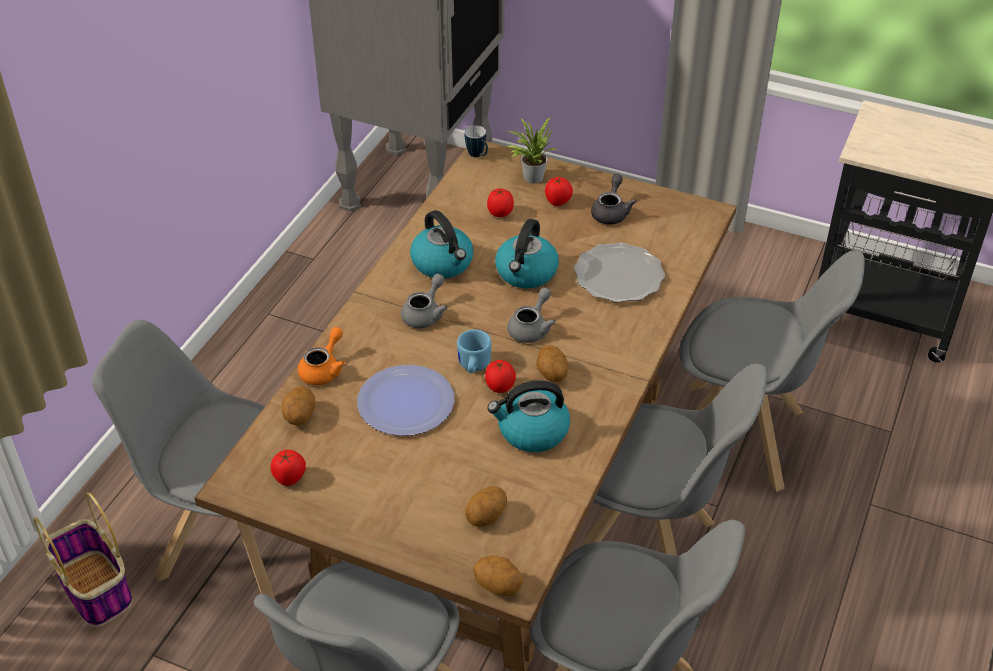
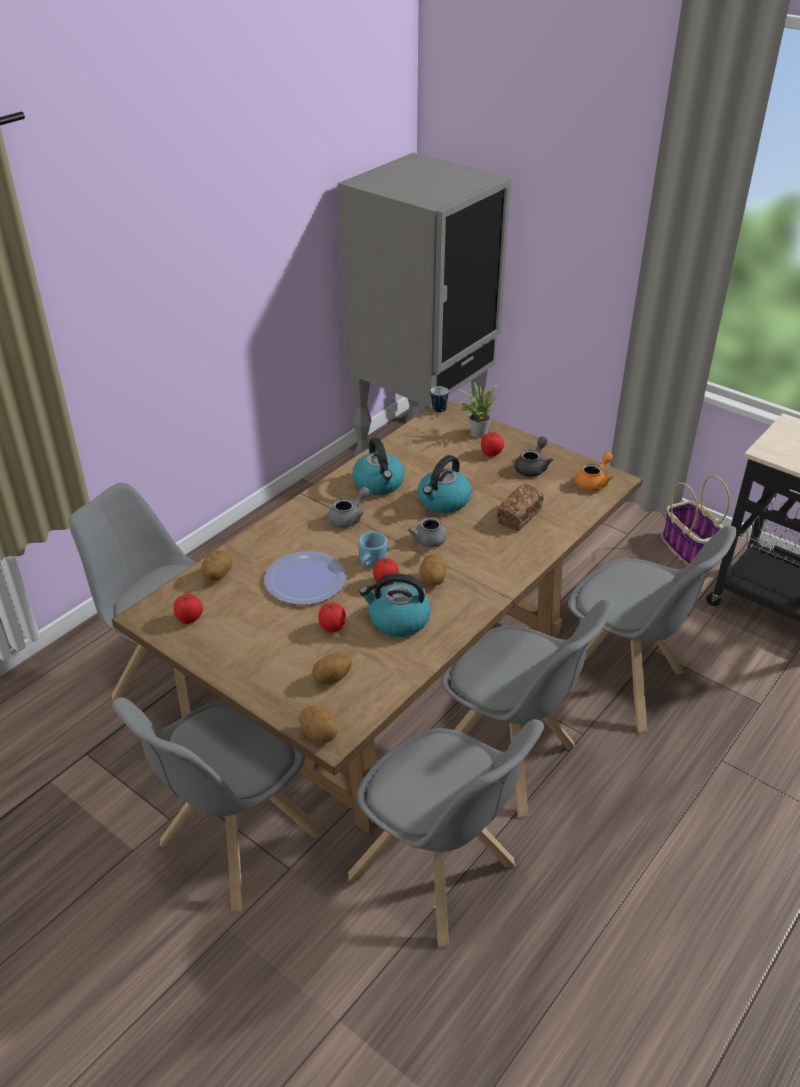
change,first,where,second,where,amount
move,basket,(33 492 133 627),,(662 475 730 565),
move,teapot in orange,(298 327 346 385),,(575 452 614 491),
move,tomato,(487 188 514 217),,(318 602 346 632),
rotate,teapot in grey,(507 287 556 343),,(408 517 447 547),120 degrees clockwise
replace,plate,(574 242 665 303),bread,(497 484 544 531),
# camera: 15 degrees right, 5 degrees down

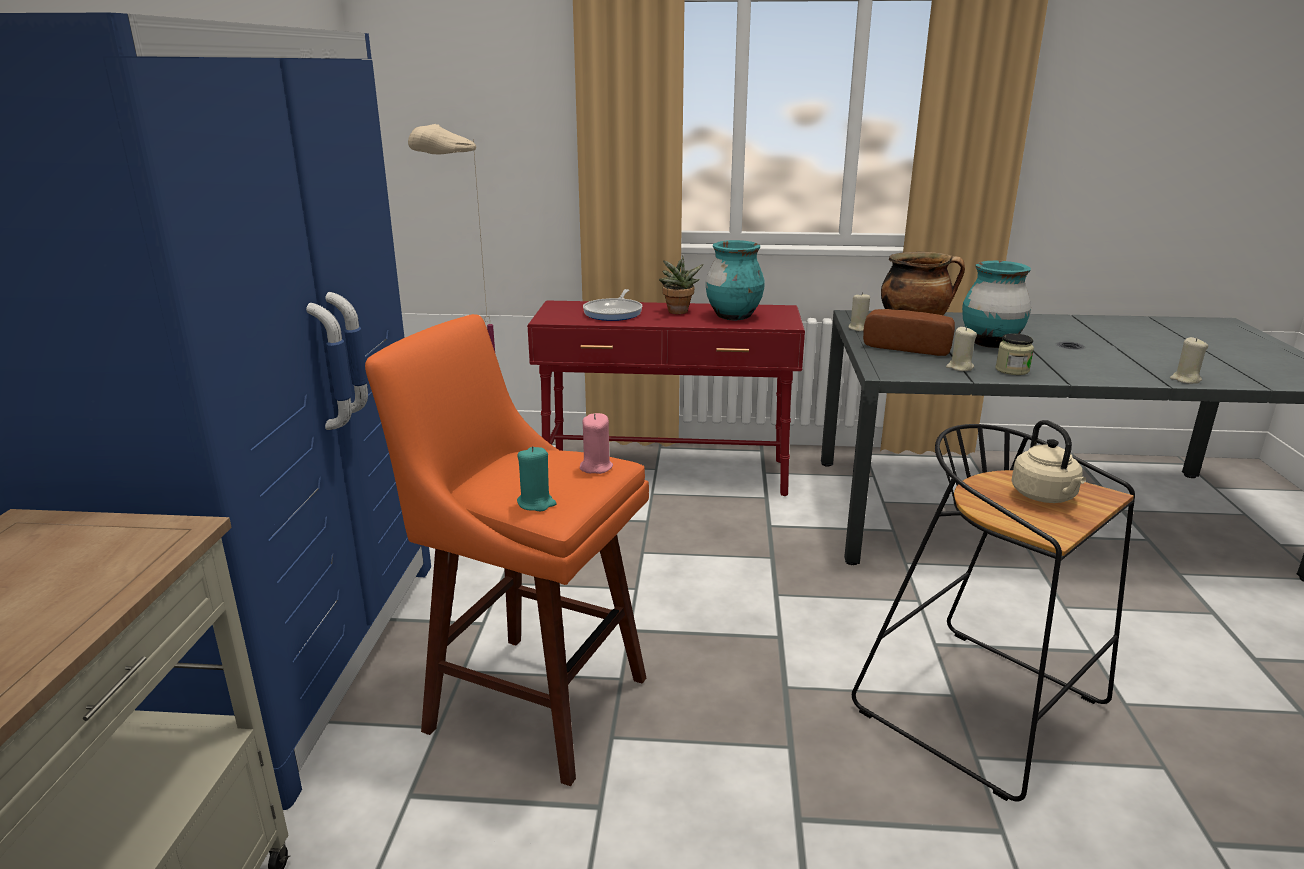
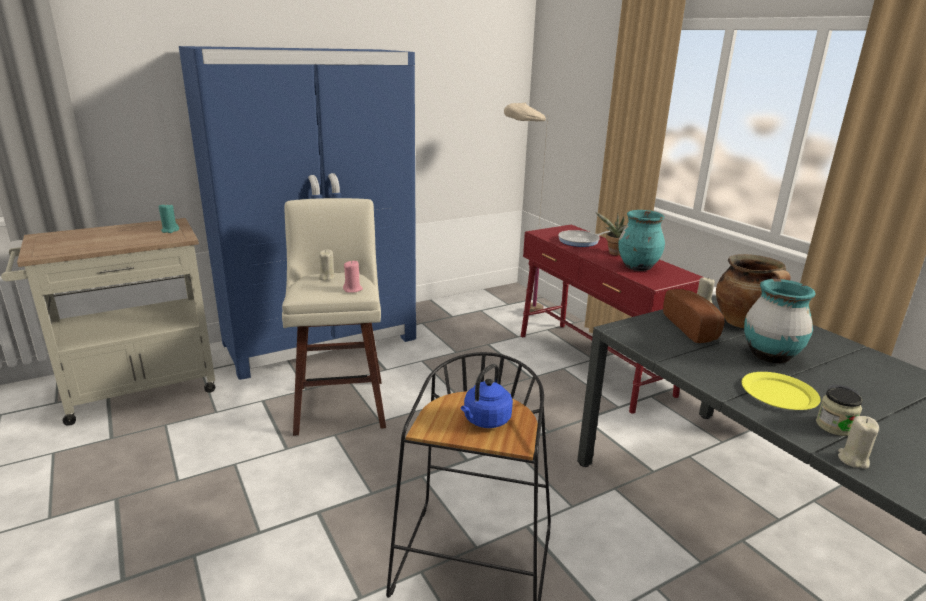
change,first,where,second,where,amount
recolor,stool in orange,(365 314 649 786),stool in beige,(282 198 386 436),
move,candle in turquoise,(517 446 556 511),,(159 203 179 233),
move,candle in beige,(946 327 977 371),,(319 250 336 281),
move,jar,(995 333 1034 375),,(816 388 863 436),
recolor,kettle in beige,(1011 420 1086 503),kettle in blue,(461 364 513 428),
insert,,,plate in yellow,(741 372 821 410),
# camera: 55 degrees right, 0 degrees up

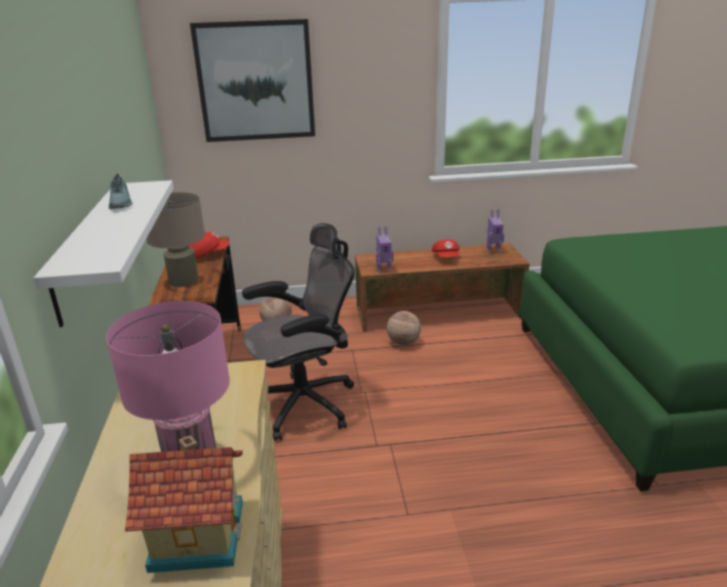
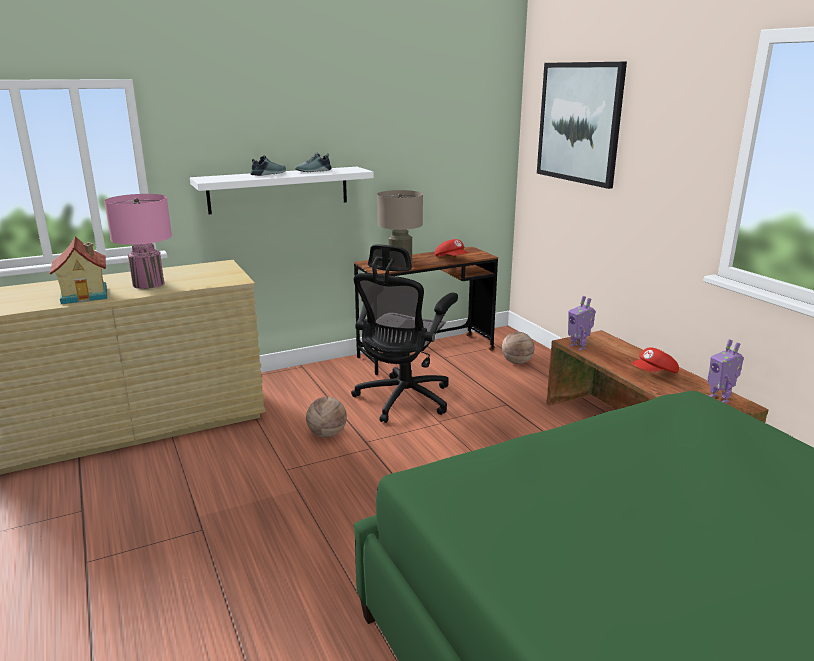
change,first,where,second,where,amount
rotate,office chair,(242 223 355 441),,(351 244 458 423),75 degrees clockwise
move,basketball,(387 311 421 345),,(306 397 347 437),
insert,,,shoe,(251 155 286 176),
# camera: 70 degrees right, 5 degrees down

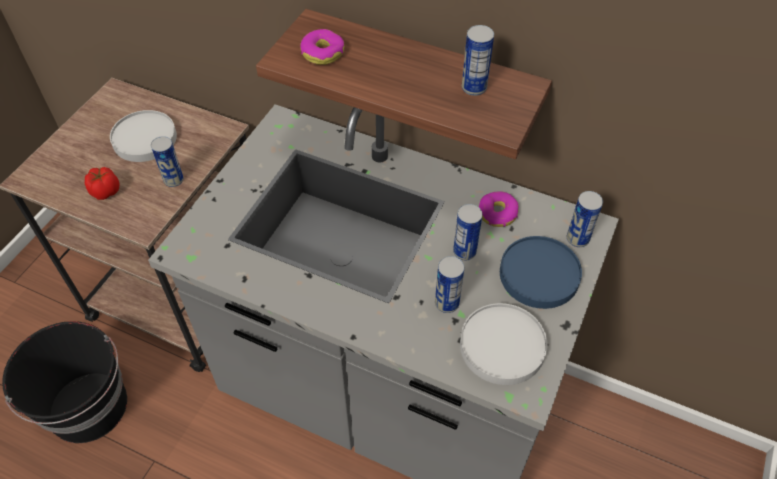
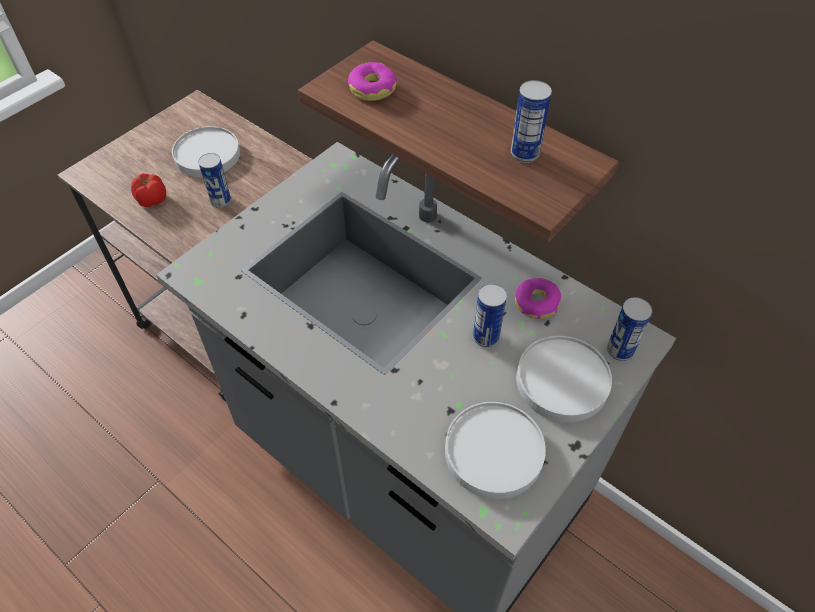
change,first,where,second,where,amount
delete,bucket in black,(2 321 127 443),,,
delete,can,(435 256 464 313),,,
recolor,plate in blue,(500 236 582 309),plate in white,(516 336 612 422),
# camera: 15 degrees right, 0 degrees up

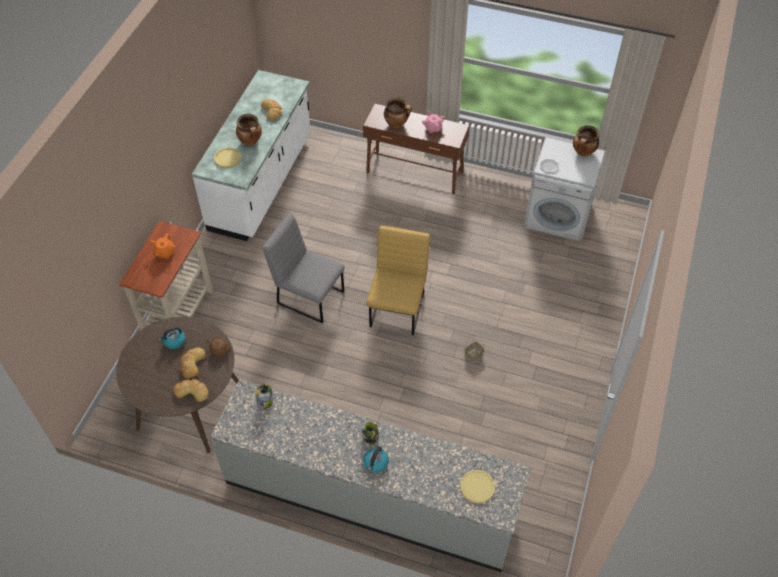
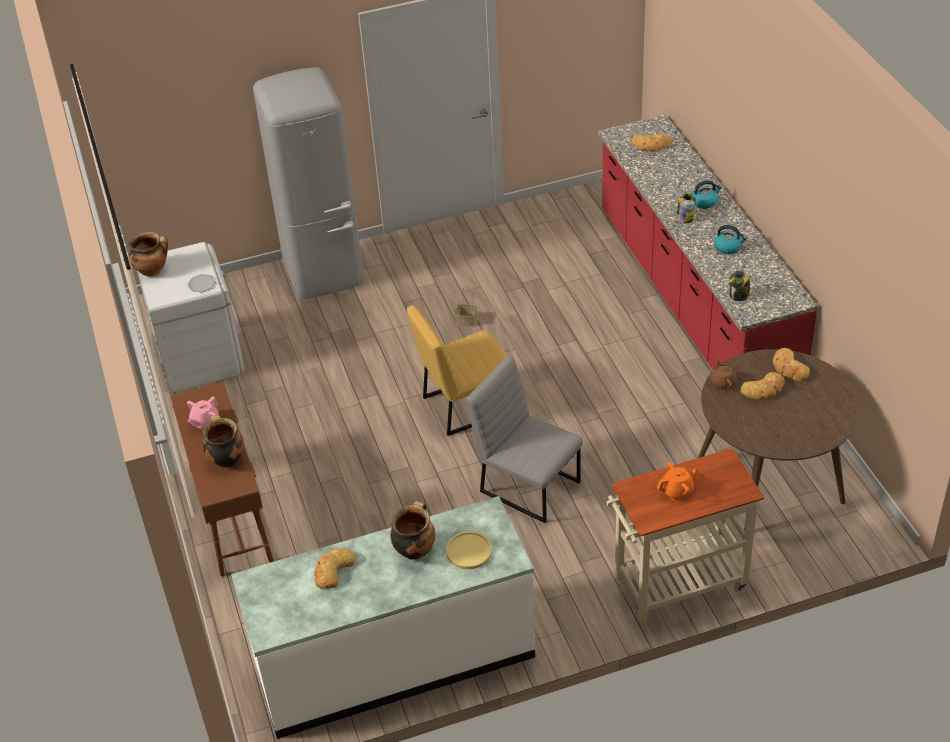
change,first,where,second,where,amount
move,kettle,(158 327 186 349),,(714 225 747 254),
recolor,counter in grey,(210 379 531 572),counter in red,(598 115 818 370),
rotate,chair in grey,(263 213 345 323),,(467 357 583 523),135 degrees clockwise
replace,plate in yellow,(460 470 495 503),bread,(632 133 672 152),
insert,,,fridge in grey,(253 67 364 299),
# camera: 125 degrees left, 10 degrees down

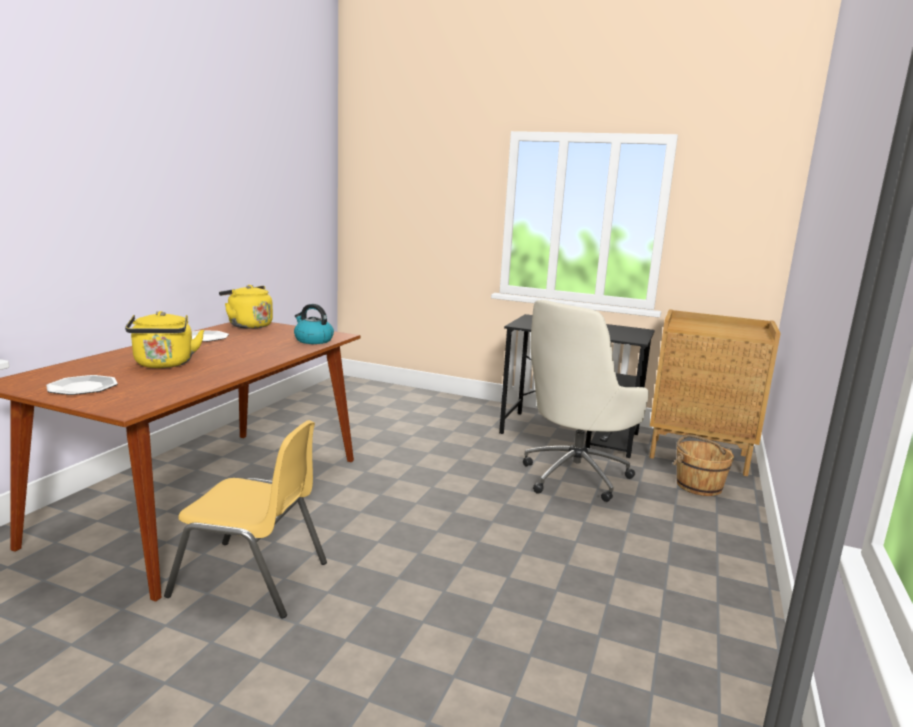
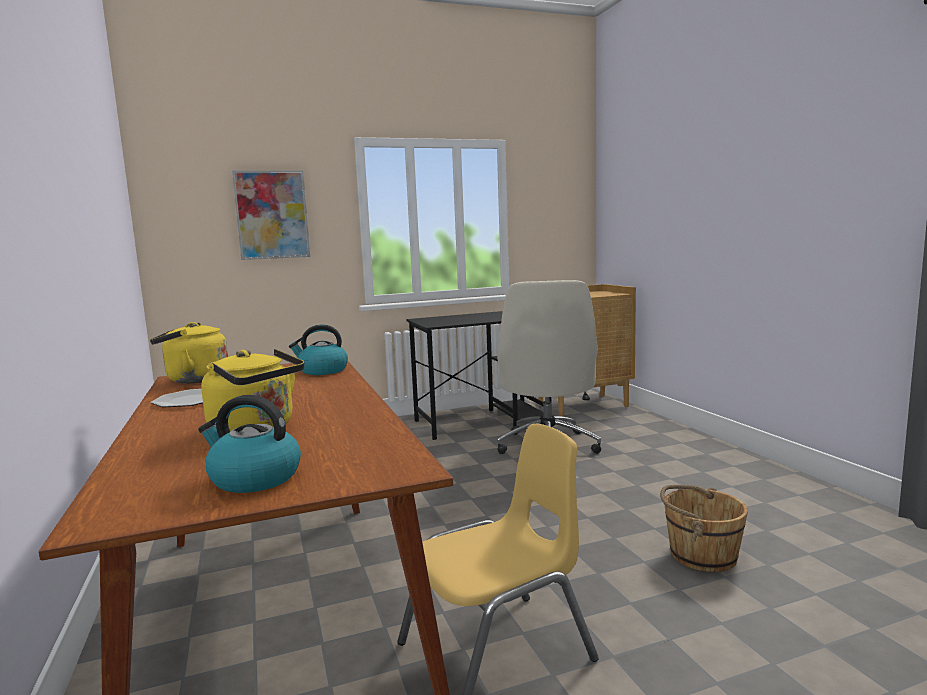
change,first,where,second,where,amount
replace,plate,(46 375 118 395),kettle,(198 395 301 493),
move,bucket in brown,(673 434 734 496),,(660 485 748 572),
insert,,,picture,(232 170 310 260),
# camera: 40 degrees left, 5 degrees down

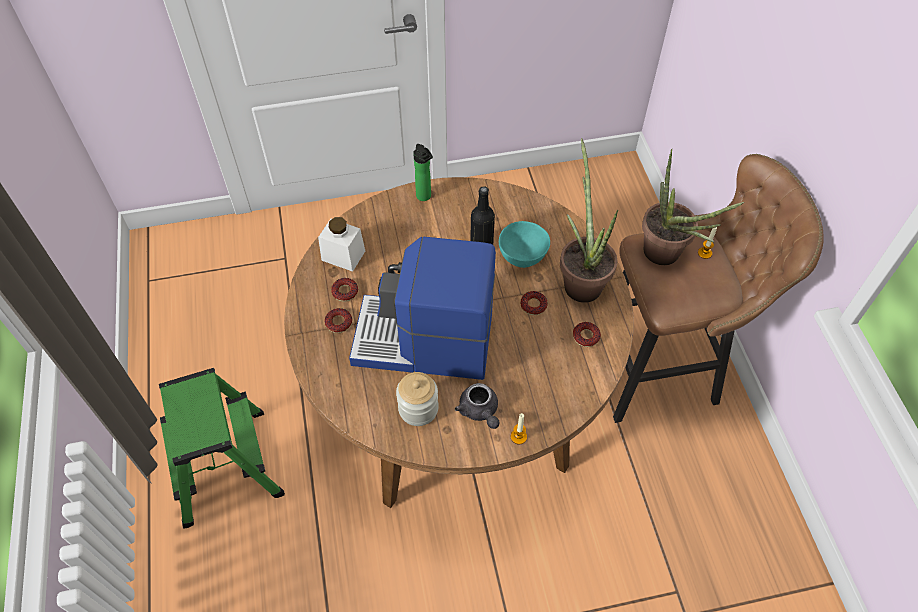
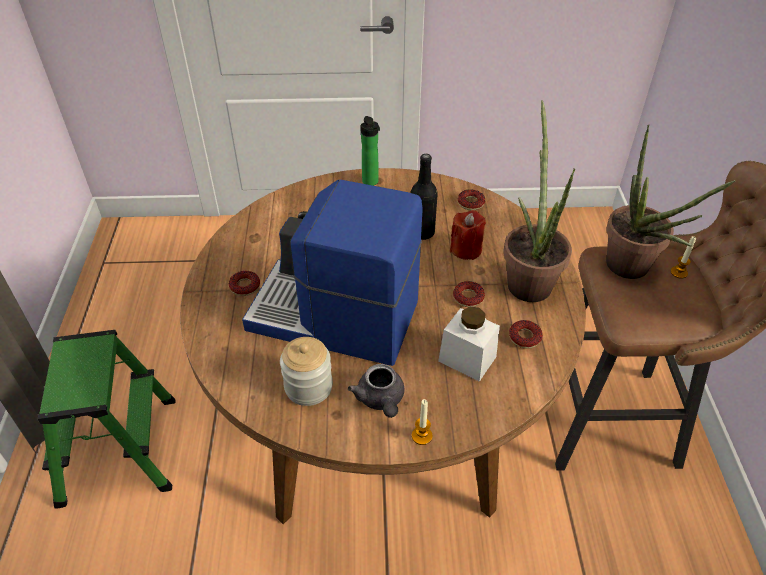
change,first,where,second,where,amount
move,jar in white,(318 217 365 272),,(438 307 500 382),
move,donut,(331 278 358 302),,(458 189 485 210),
replace,bowl in turquoise,(499 221 550 268),candle in red,(450 210 486 260),
# camera: 10 degrees right, 10 degrees down

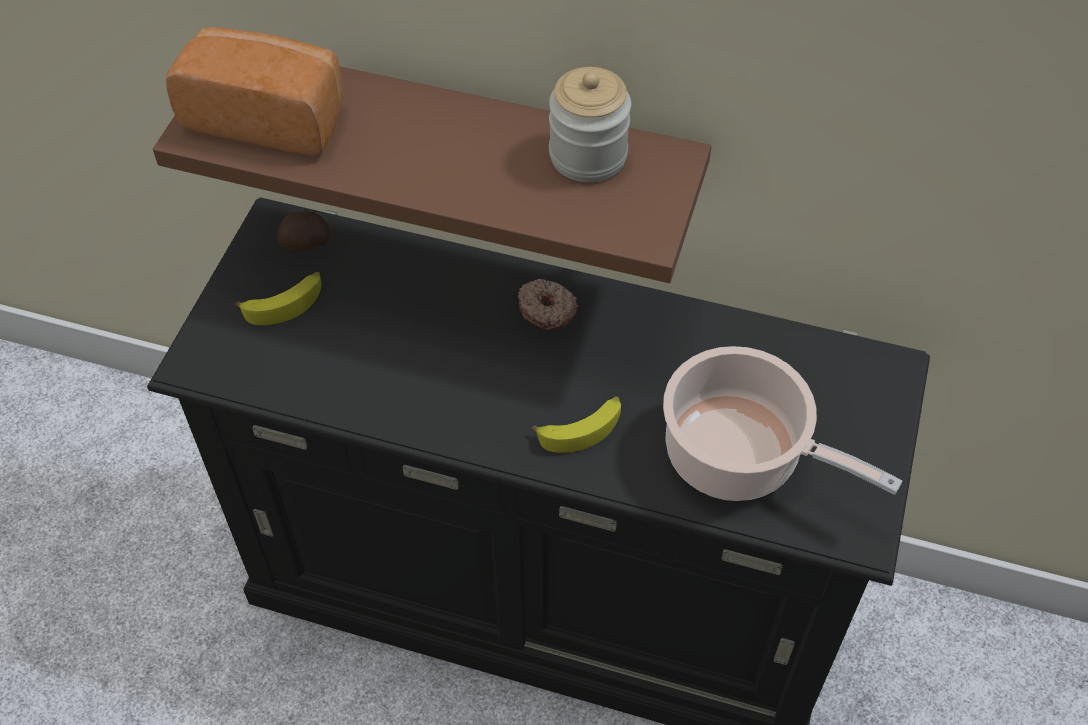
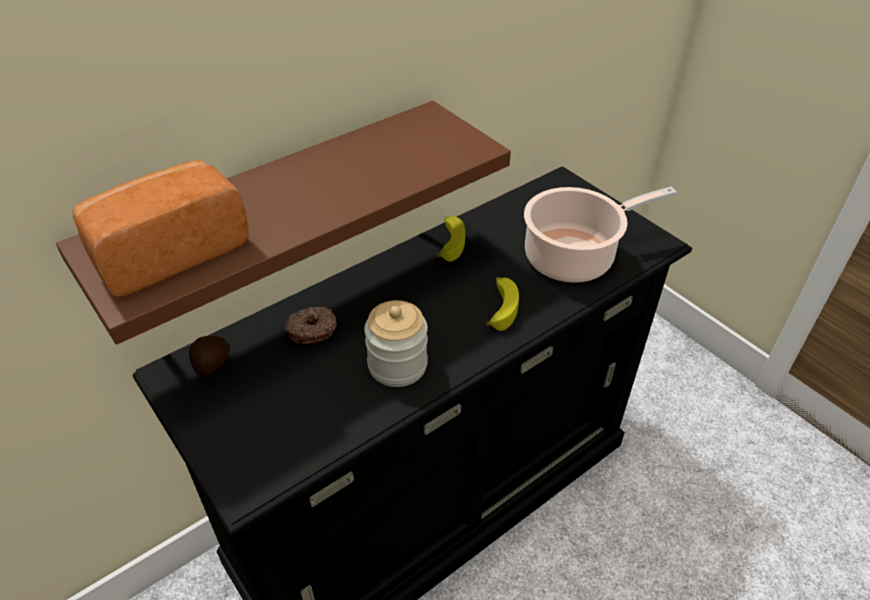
change,first,where,second,where,amount
move,banana,(235 272 321 325),,(436 216 465 262),
move,donut,(518 279 579 330),,(285 307 337 345),
move,jar,(549 67 631 182),,(364 300 428 387),
# camera: 55 degrees left, 10 degrees down

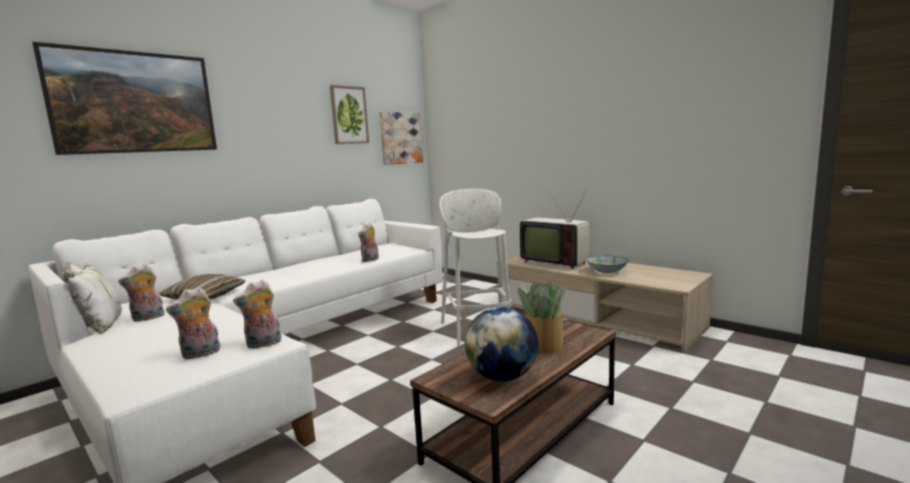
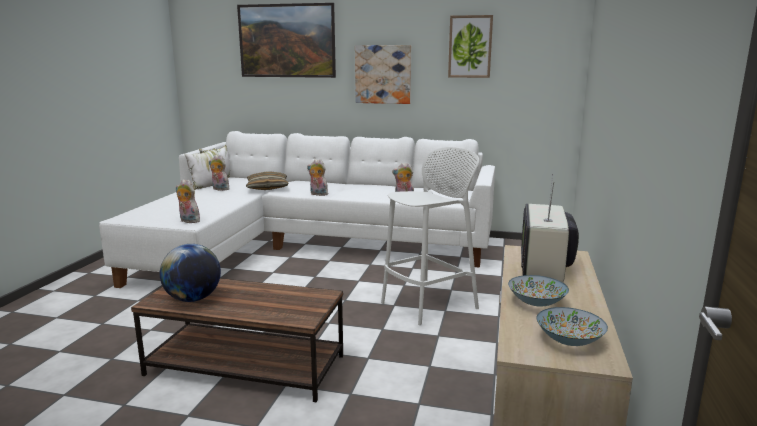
change,first,where,second,where,amount
move,plush toy,(166 287 221 359),,(307 159 328 196),
move,picture,(379 112 423 165),,(355 45 411 104),
delete,potted plant,(518 281 566 353),,,
insert,,,bowl,(536 307 608 346),
# camera: 60 degrees right, 5 degrees up

